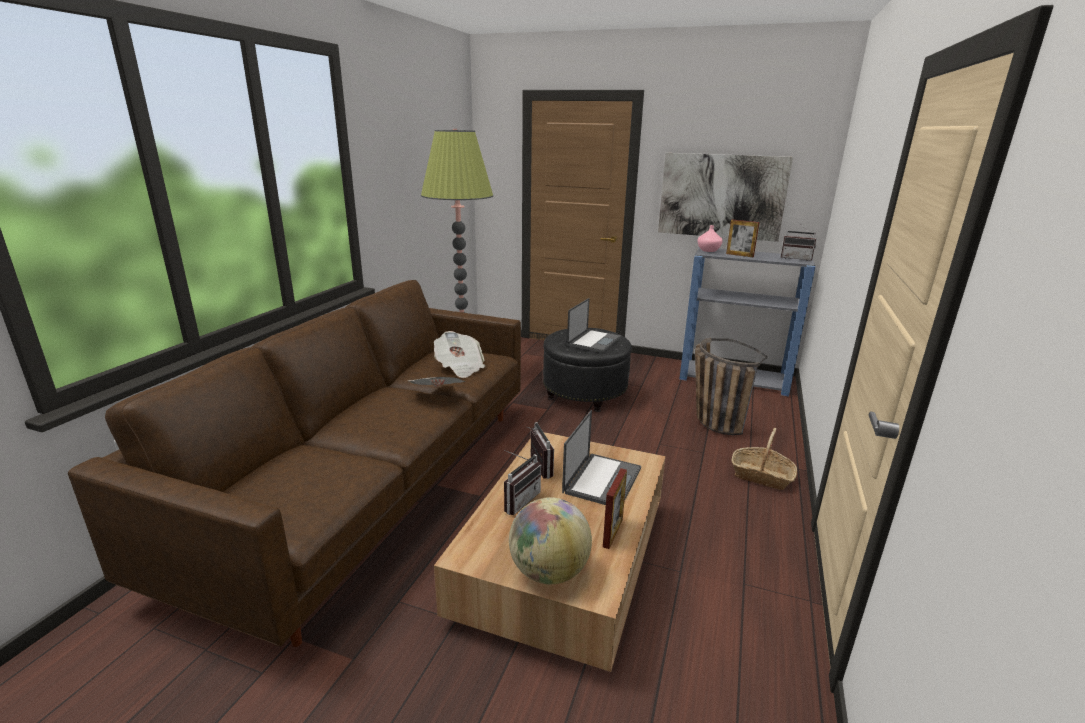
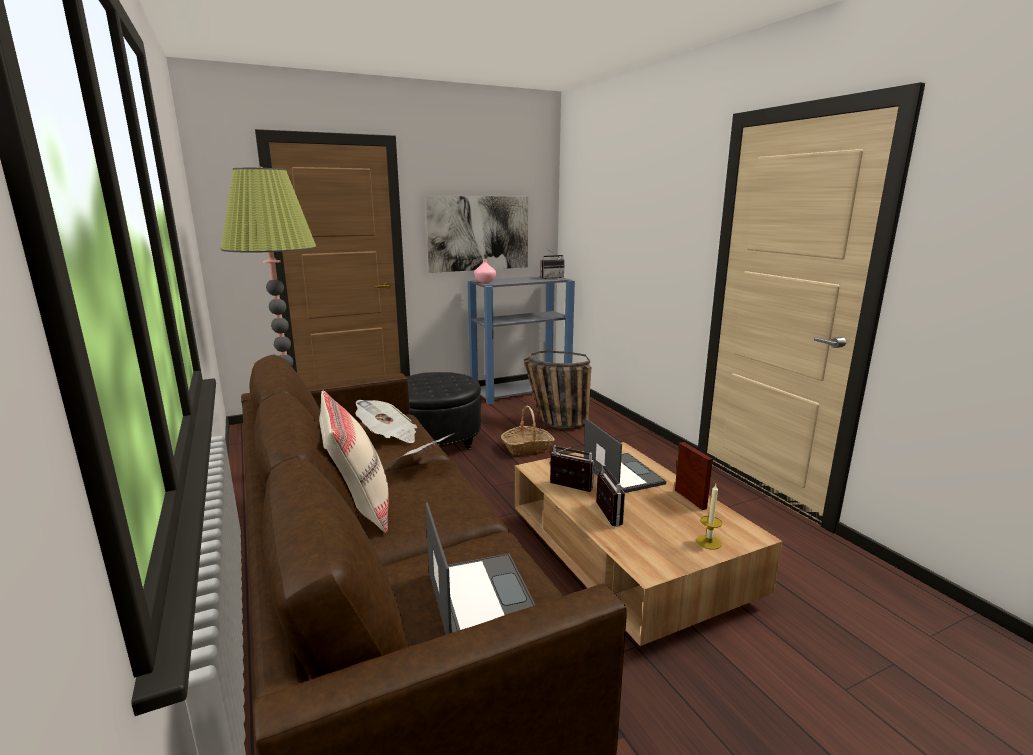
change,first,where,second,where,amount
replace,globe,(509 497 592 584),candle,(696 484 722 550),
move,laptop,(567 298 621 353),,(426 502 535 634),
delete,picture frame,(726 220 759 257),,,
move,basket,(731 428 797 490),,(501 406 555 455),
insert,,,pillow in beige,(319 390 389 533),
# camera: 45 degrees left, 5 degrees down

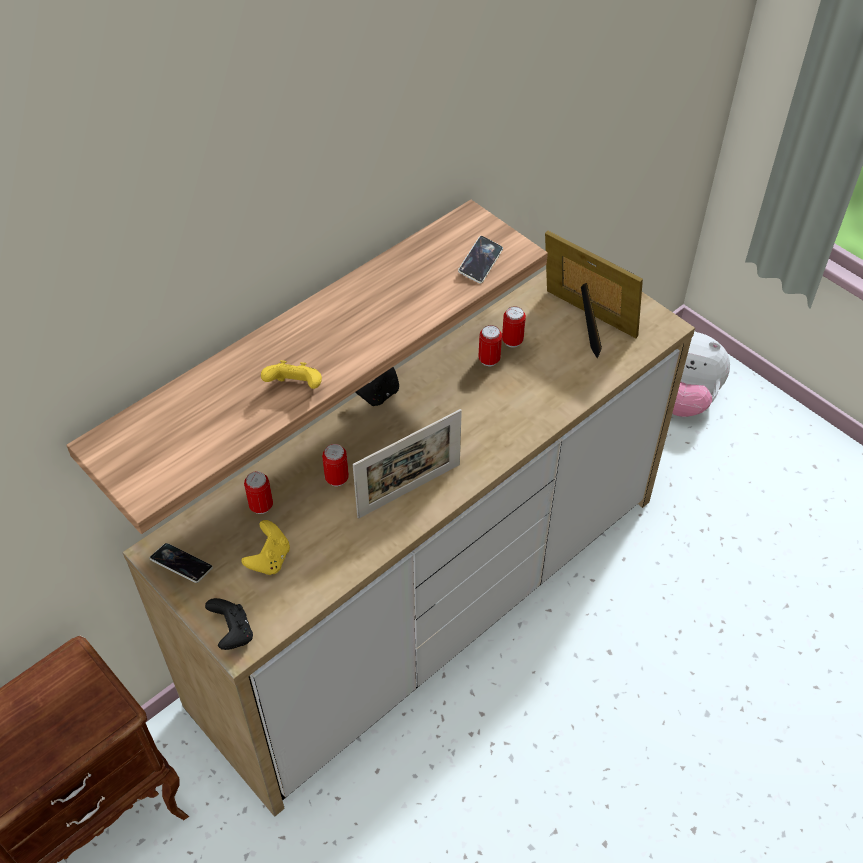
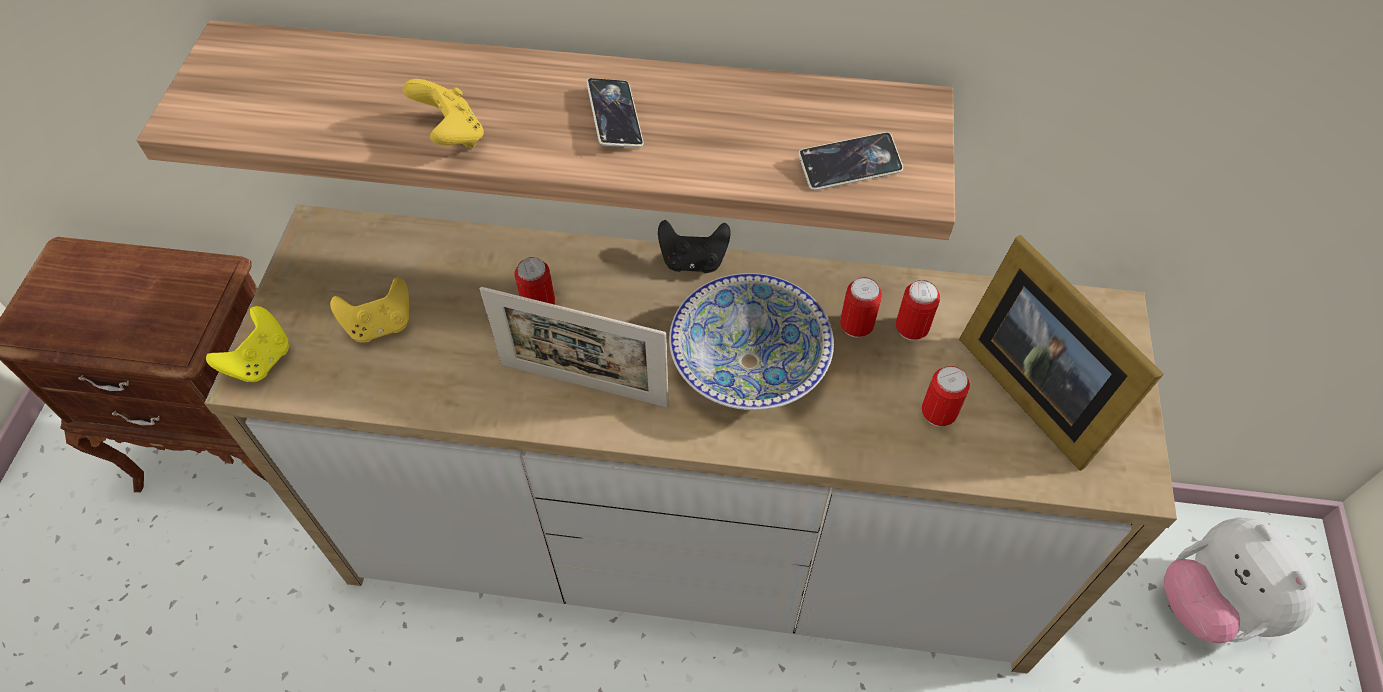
change,first,where,second,where,amount
move,phone,(150 543 213 583),,(586 78 644 148),
recolor,game controller in black,(205 598 253 650),game controller in yellow,(206 306 289 383),
move,can,(244 471 273 514),,(922 366 970 427),
rotate,picture frame,(545 231 643 358),,(959 235 1164 471),150 degrees clockwise
insert,,,bowl,(669 273 834 410),
# camera: 50 degrees right, 5 degrees up

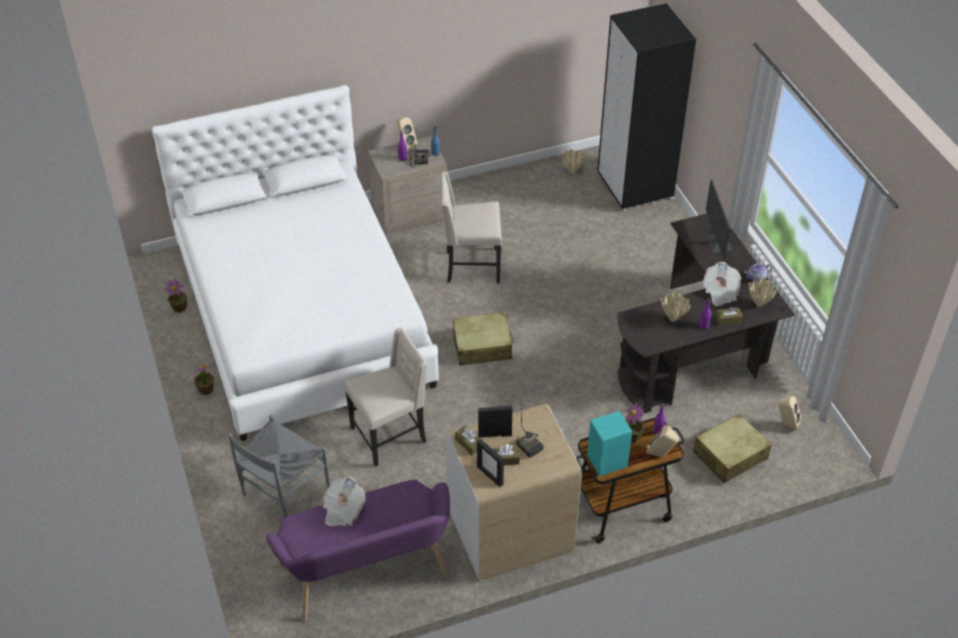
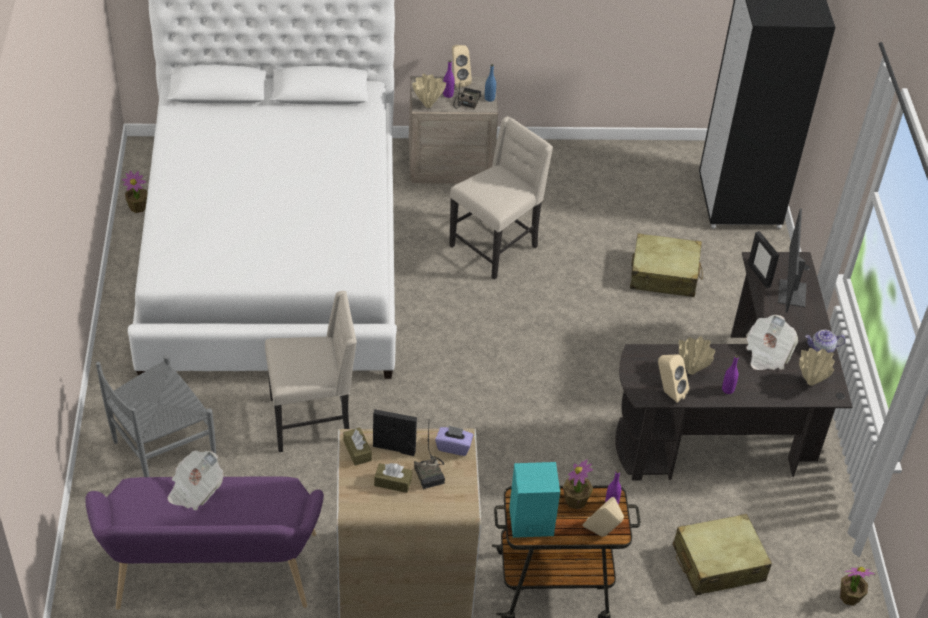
change,first,where,second,where,amount
move,potted plant,(193 365 214 395),,(840 567 875 606),
rotate,chair in beige,(440 172 502 283),,(449 116 553 279),120 degrees clockwise
move,suitcase in beige,(453 312 514 366),,(630 233 703 297),
move,picture frame,(477 439 504 487),,(748 231 779 288),
move,vase in beige,(562 149 585 174),,(412 74 446 108),
delete,tissue box in brown,(716 307 743 326),,,
move,speaker in beige,(778 396 801 430),,(658 354 689 403),
insert,,,tissue box in purple,(435 425 473 456),
# camera: 15 degrees right, 0 degrees up

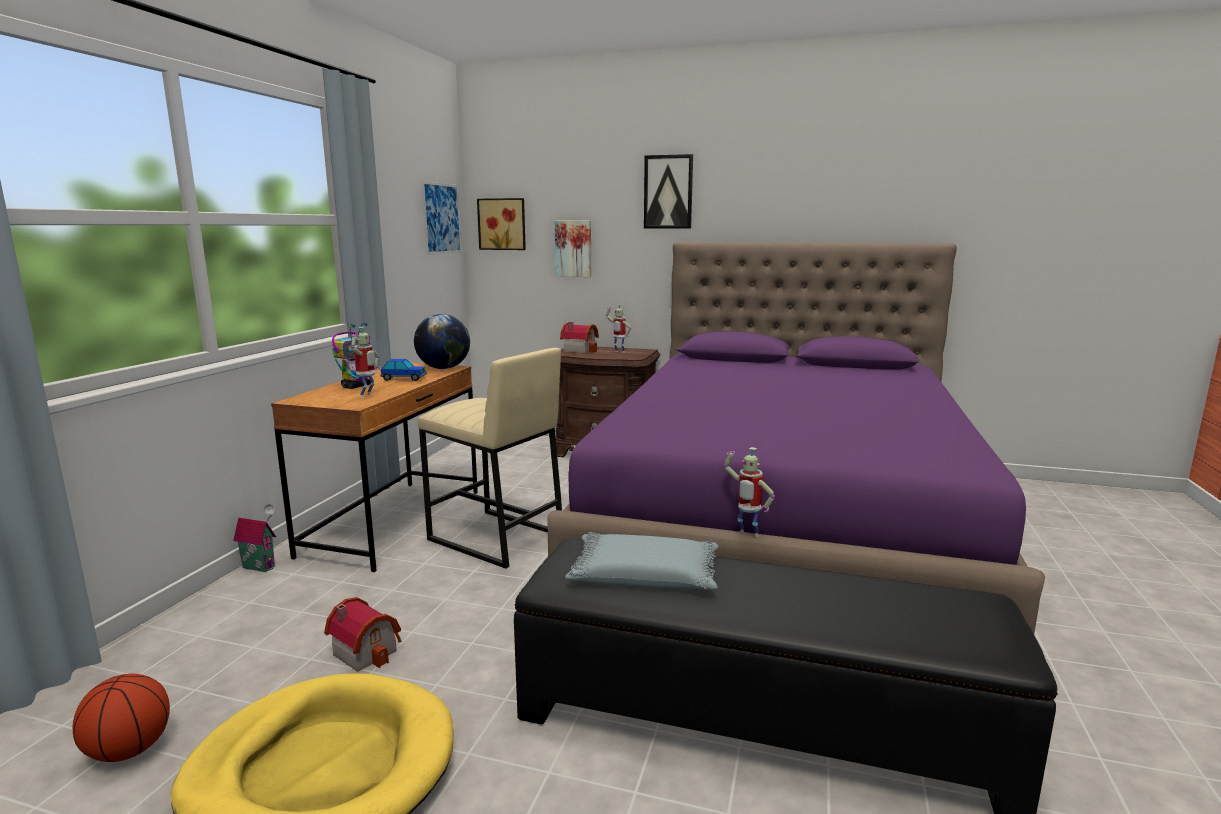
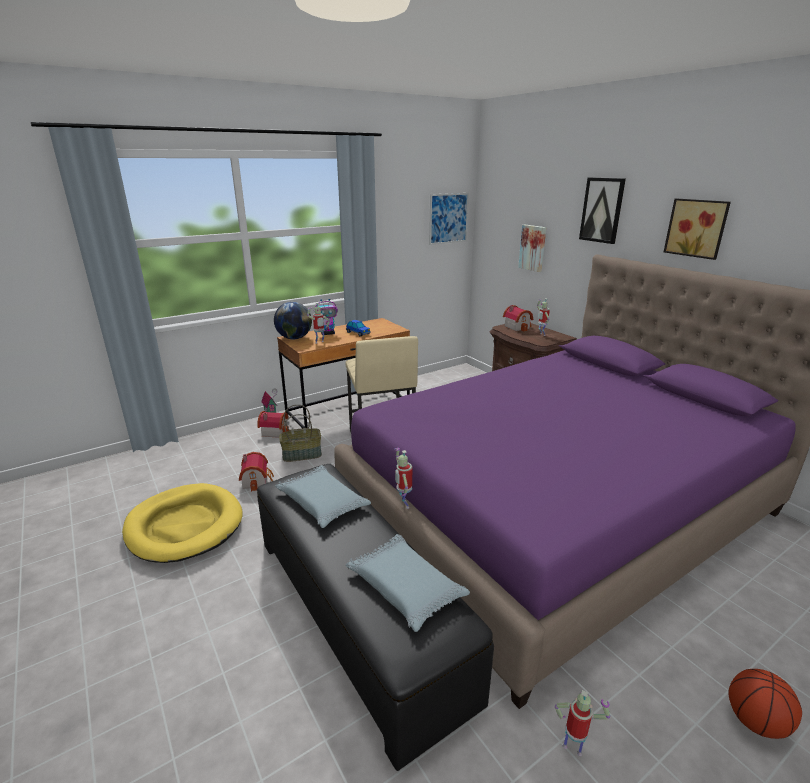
change,first,where,second,where,amount
move,basketball,(72 674 170 762),,(728 669 802 739),
move,globe,(414 314 470 369),,(274 302 312 339),
move,picture,(477 198 526 250),,(664 199 731 260),
insert,,,toy house,(258 411 289 438),
insert,,,basket,(279 404 322 462),
insert,,,pillow in blue,(346 534 470 632),
insert,,,toy robot,(555 690 610 756),
# camera: 40 degrees right, 10 degrees up

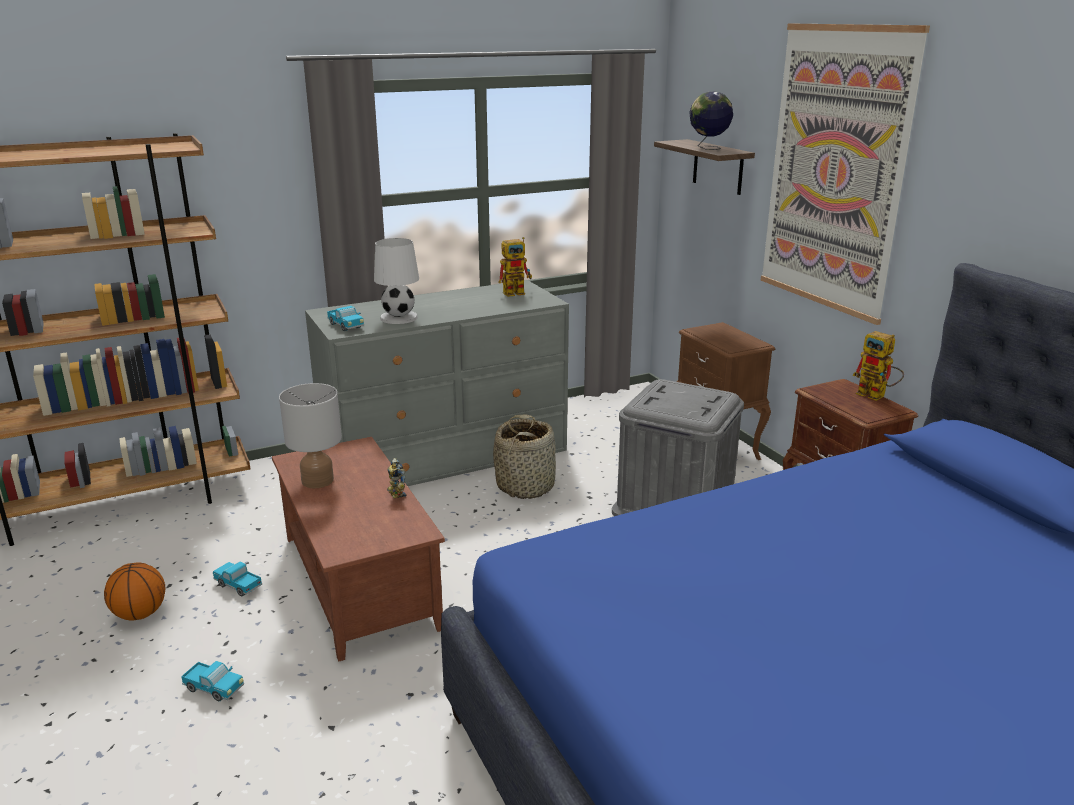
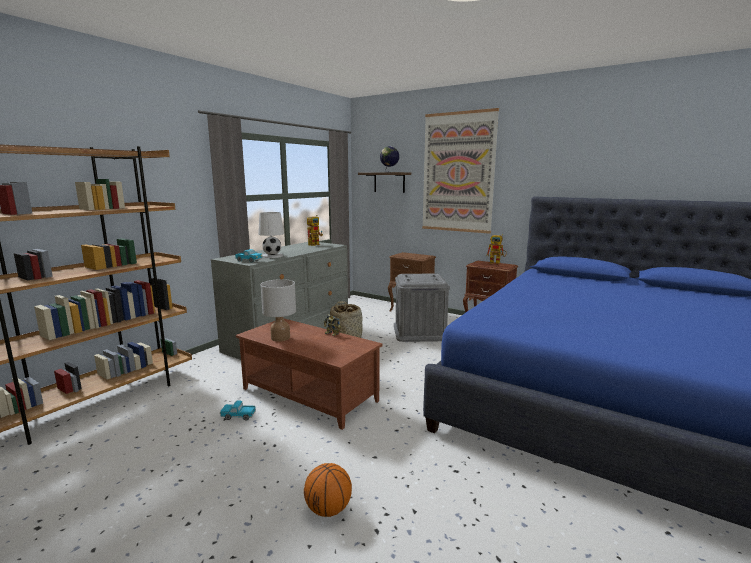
change,first,where,second,where,amount
move,basketball,(104 562 166 621),,(304 463 352 517),
delete,toy truck,(181 661 244 701),,,
# camera: 30 degrees left, 10 degrees down

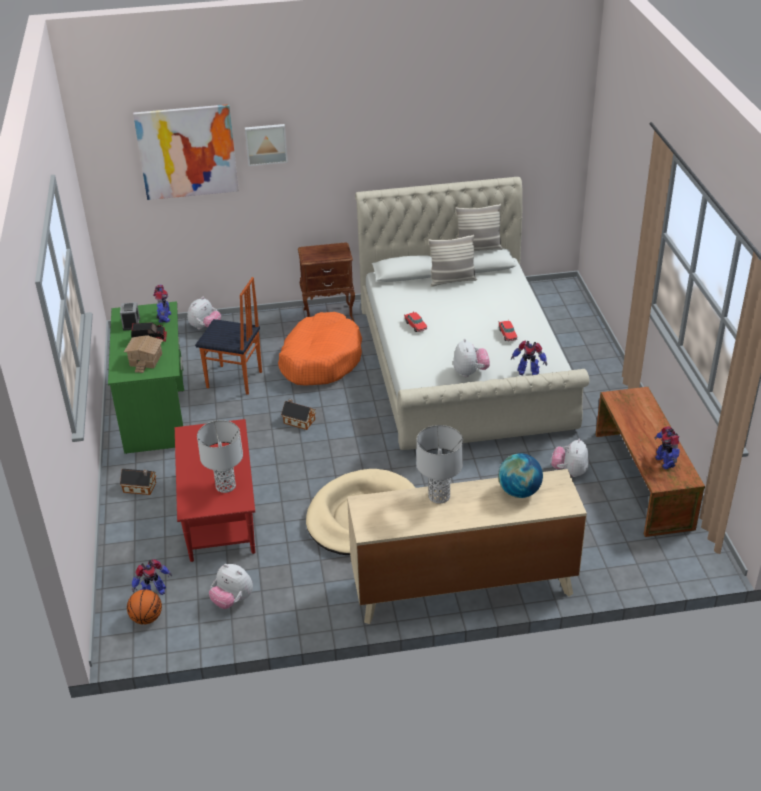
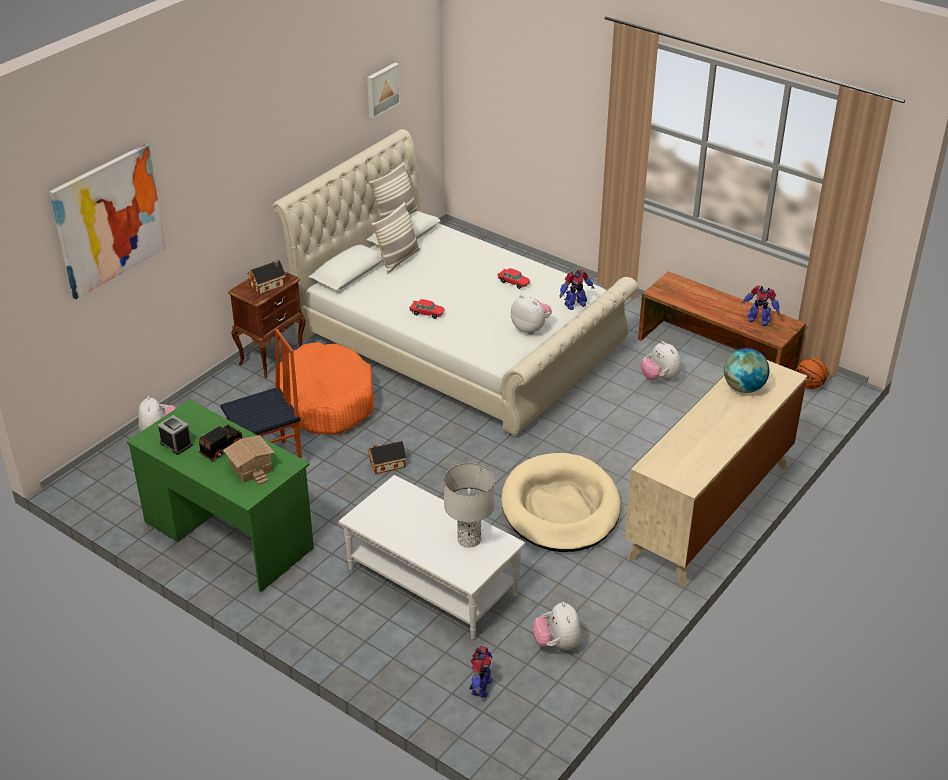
change,first,where,second,where,amount
move,toy house,(120 469 156 495),,(248 260 286 295),
move,basketball,(127 590 162 624),,(796 358 828 389),
delete,toy robot,(153 285 171 323),,,
recolor,coffee table in red,(175 419 255 562),coffee table in white,(338 475 526 640),
rotate,plush toy,(209 564 253 609),,(533 602 581 650),90 degrees clockwise
move,picture,(245 124 288 166),,(367 63 401 119),
delete,table lamp in white,(416 425 463 504),,,
# camera: 45 degrees left, 0 degrees up

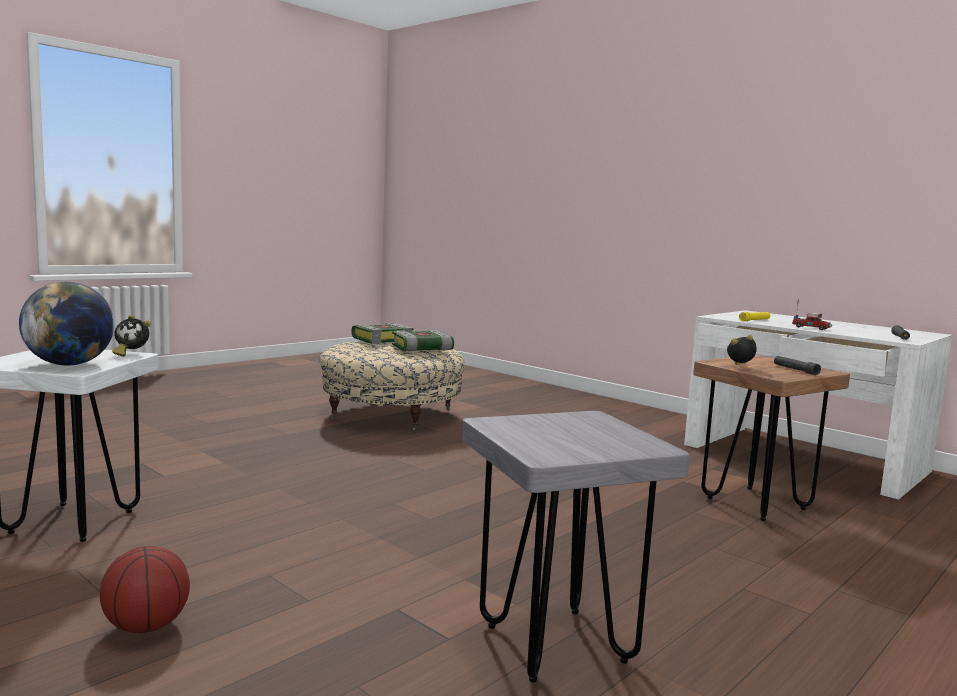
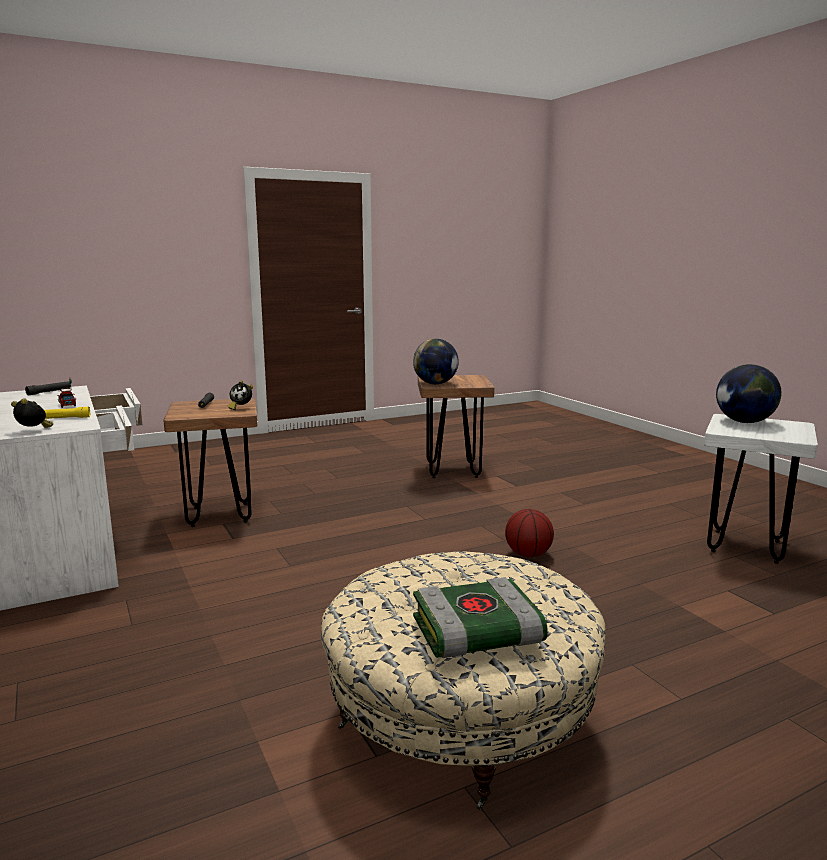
change,first,where,second,where,amount
move,basketball,(100 546 190 633),,(505 509 554 557),
move,alarm clock,(112 315 151 357),,(11 398 53 428),
delete,book,(392 330 454 352),,,
recolor,stool in grey,(462 411 690 682),stool in brown,(418 375 495 478),
insert,,,globe,(413 339 459 384),
# camera: 160 degrees left, 5 degrees up

